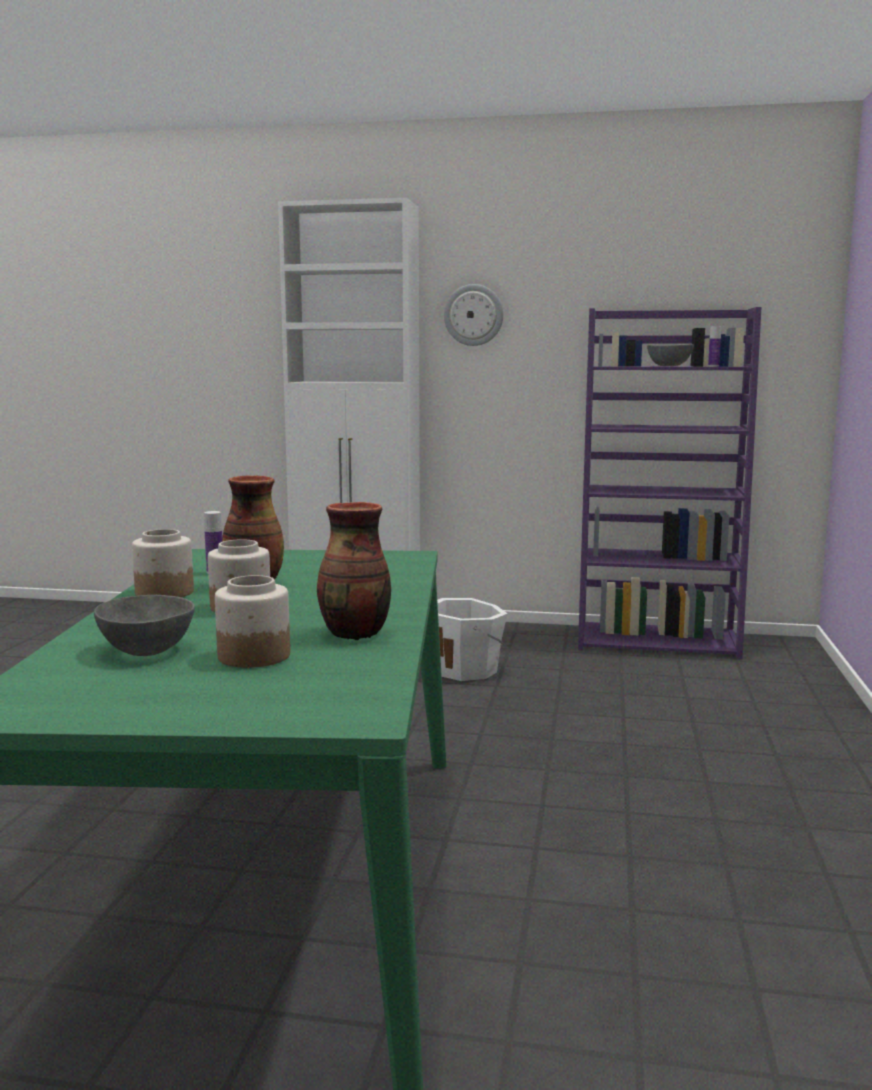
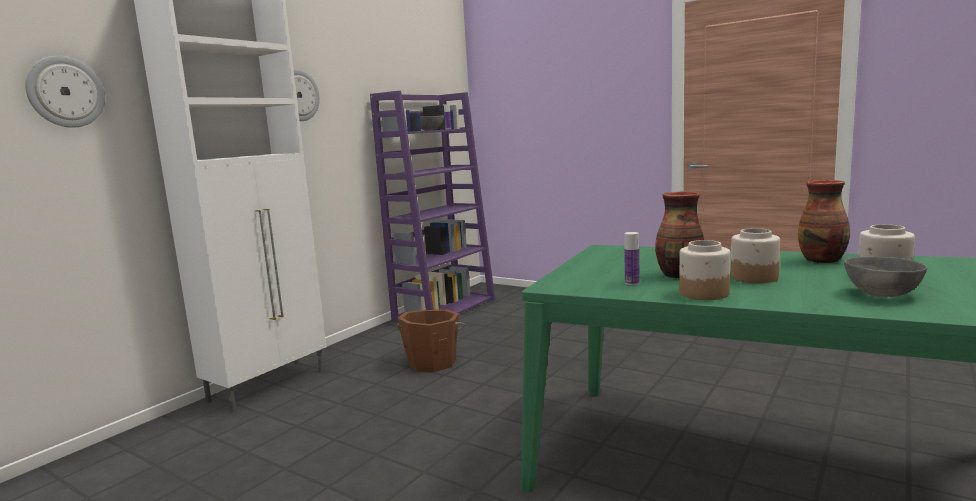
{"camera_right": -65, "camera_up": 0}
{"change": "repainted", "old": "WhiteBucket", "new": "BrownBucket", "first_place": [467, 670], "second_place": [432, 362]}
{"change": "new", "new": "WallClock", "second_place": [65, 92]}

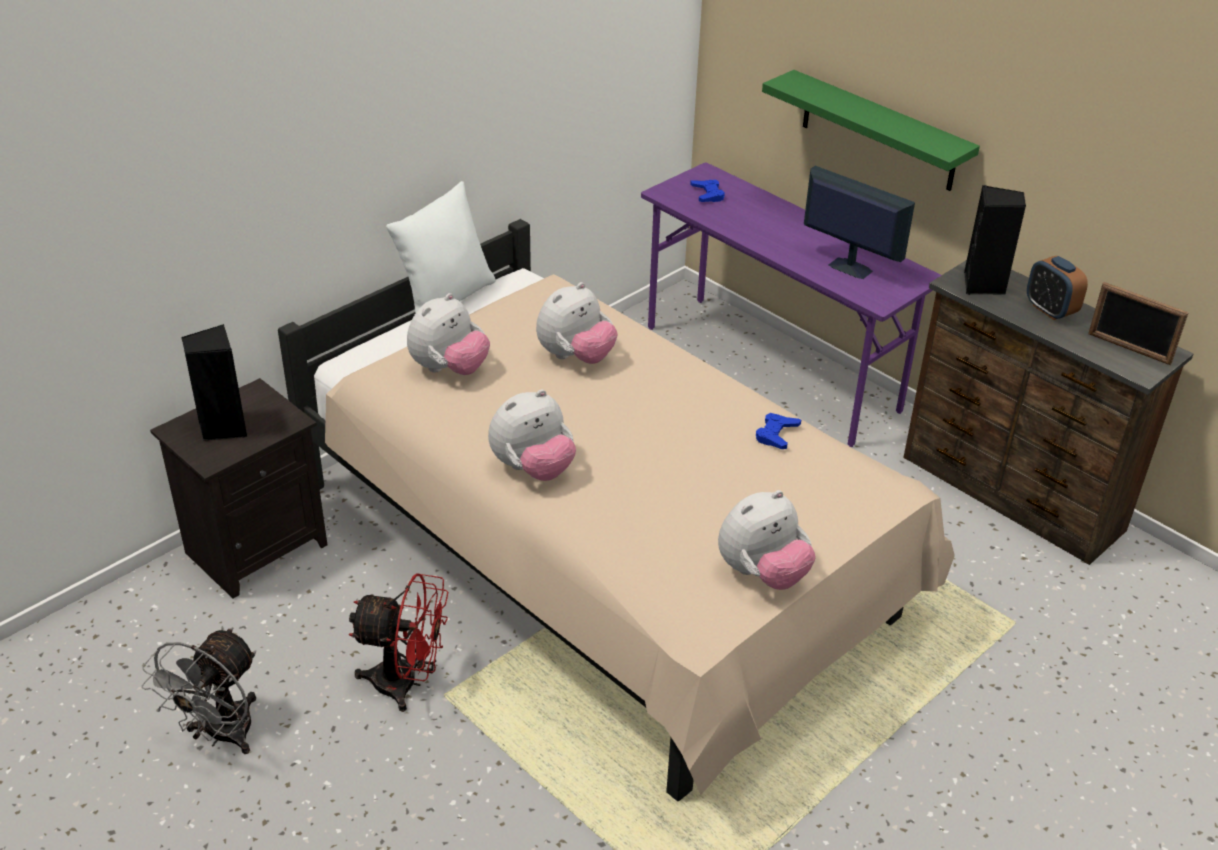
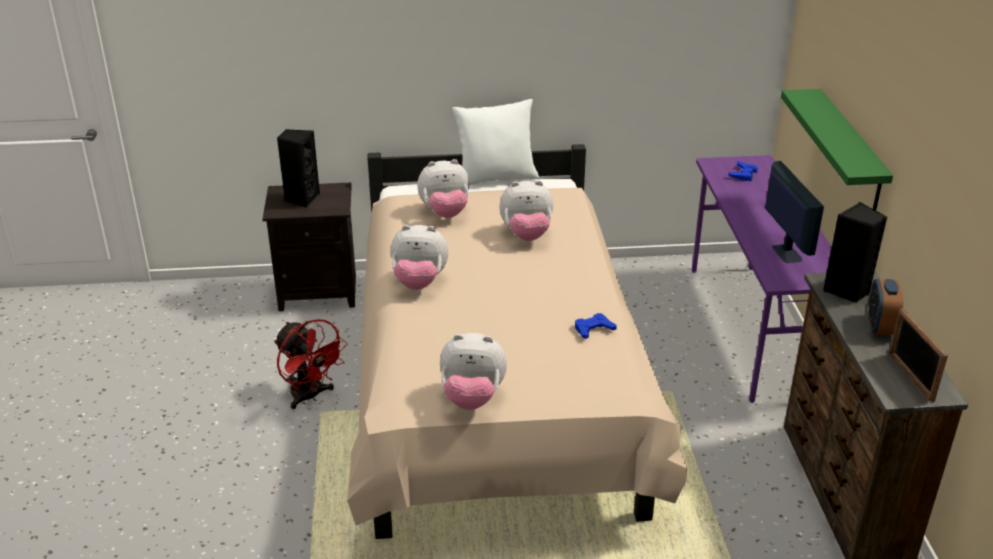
{"camera_right": 40, "camera_up": -5}
{"change": "gone", "old": "GreyFan", "first_place": [221, 736]}

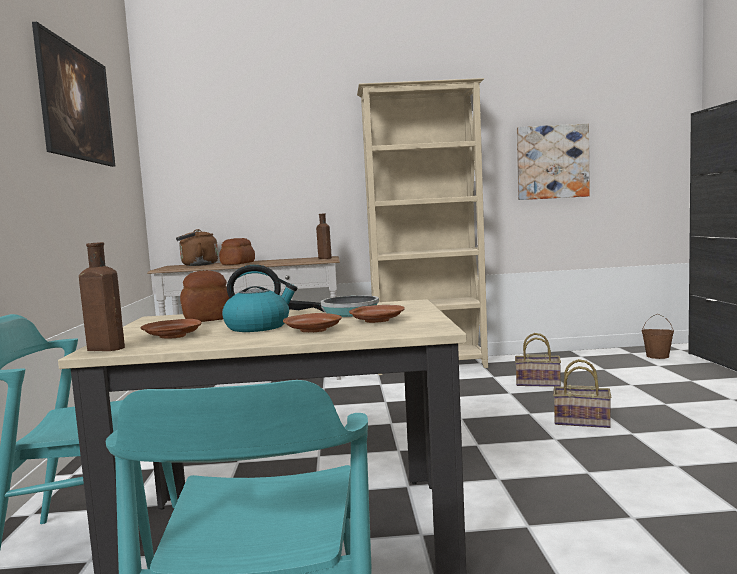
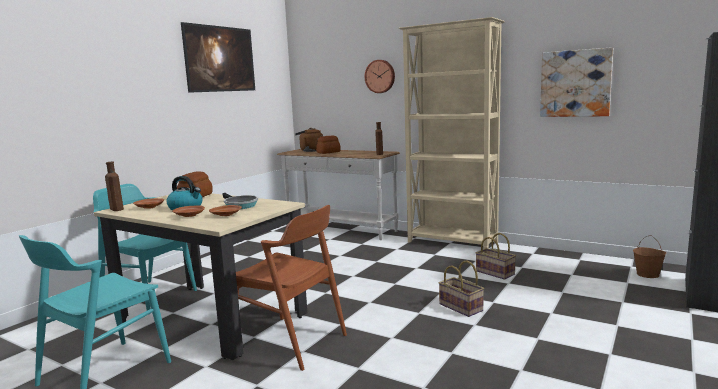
{"camera_right": 35, "camera_up": 5}
{"change": "new", "new": "WallClock", "second_place": [380, 76]}
{"change": "new", "new": "BrownChair", "second_place": [291, 342]}

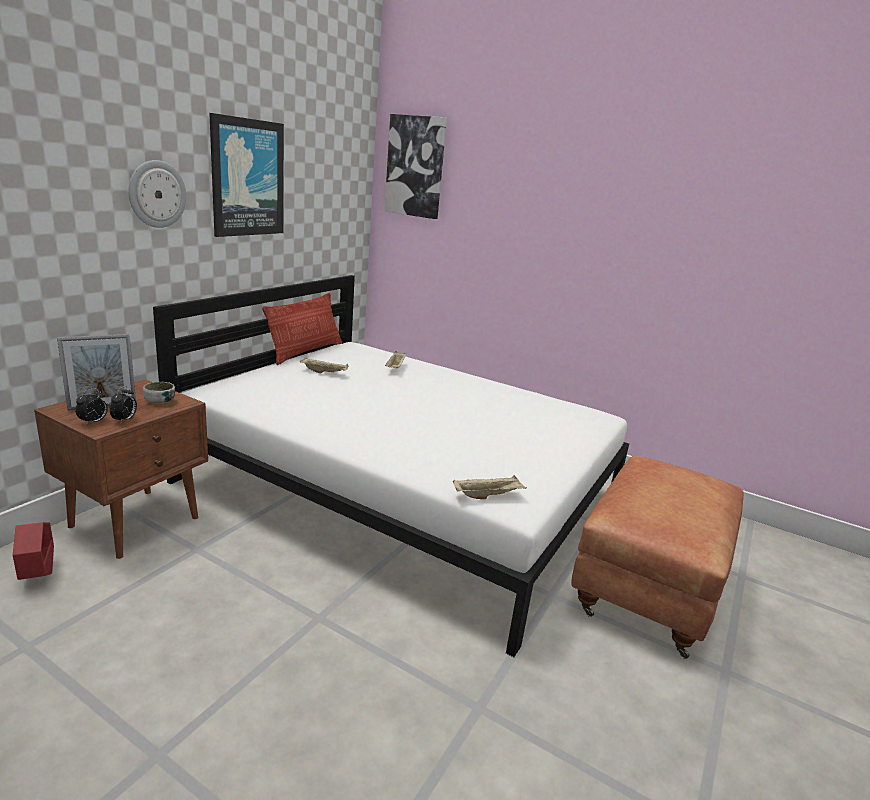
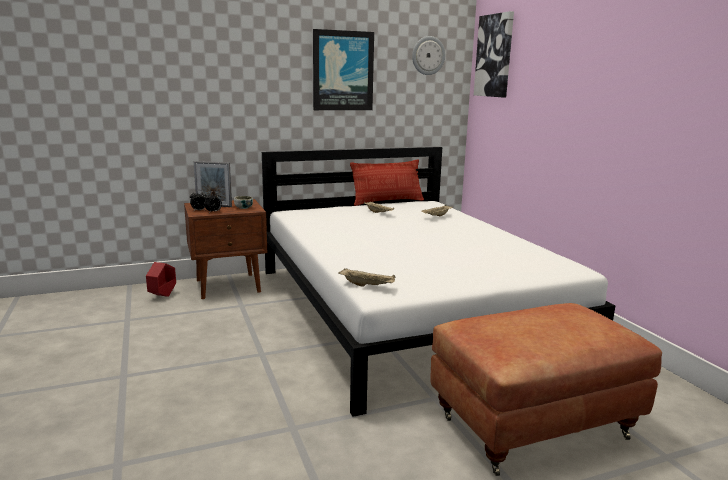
{"camera_right": 40, "camera_up": -5}
{"change": "shifted", "old": "WallClock", "first_place": [156, 194], "second_place": [428, 55]}

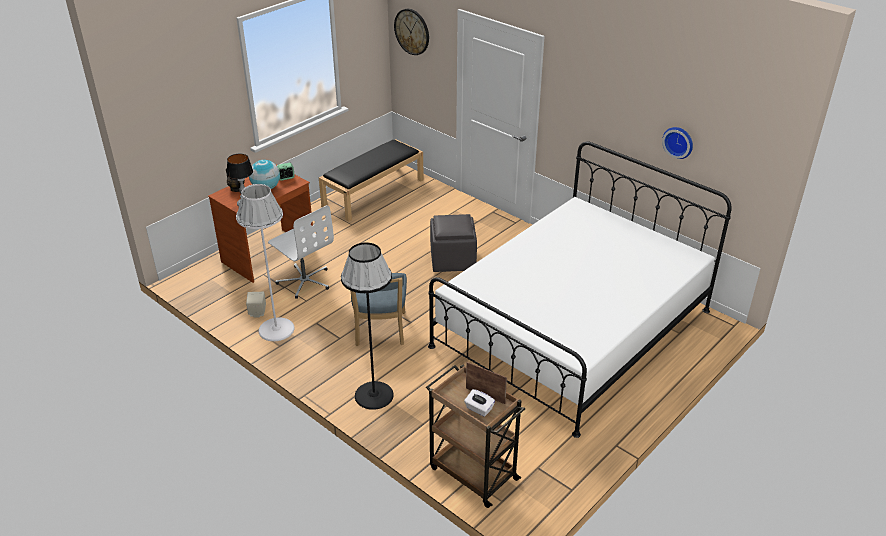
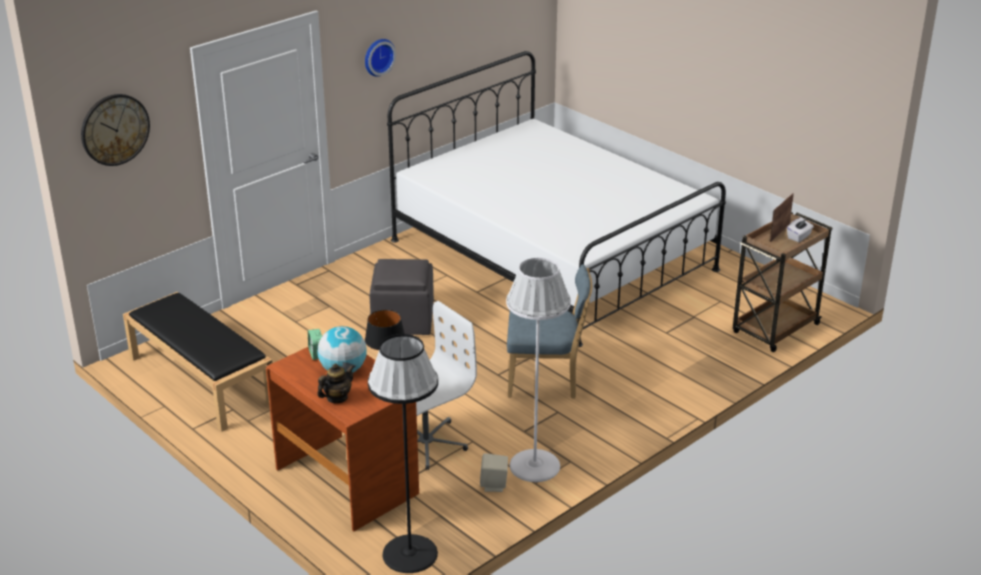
{"camera_right": -85, "camera_up": -5}
{"change": "shifted", "old": "WallClock", "first_place": [679, 142], "second_place": [378, 56]}
{"change": "shifted", "old": "BlackFloorLamp", "first_place": [374, 395], "second_place": [409, 554]}

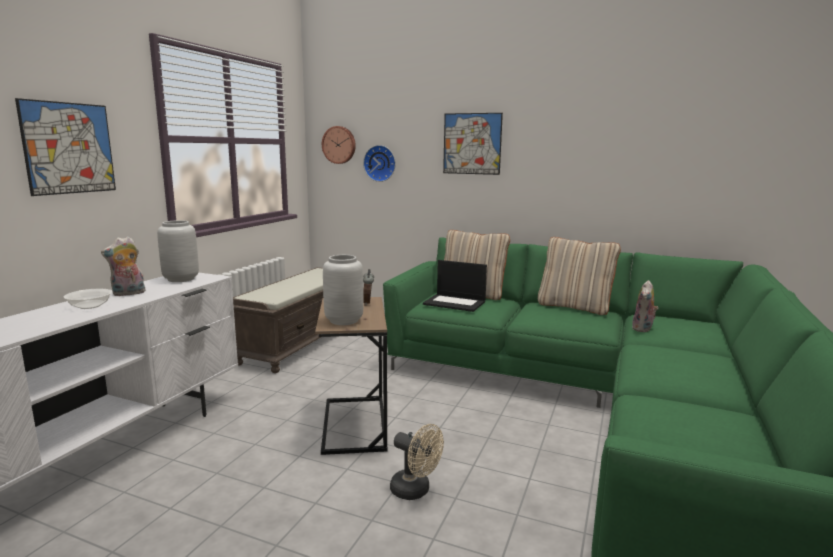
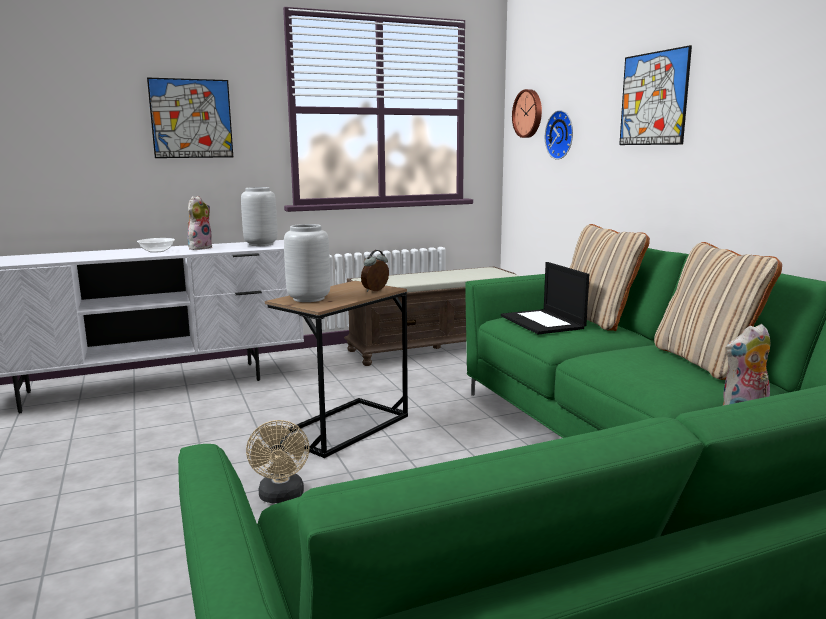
{"camera_right": 45, "camera_up": 0}
{"change": "rotated", "old": "PlushToy", "first_place": [128, 294], "second_place": [200, 248], "degrees": 105}

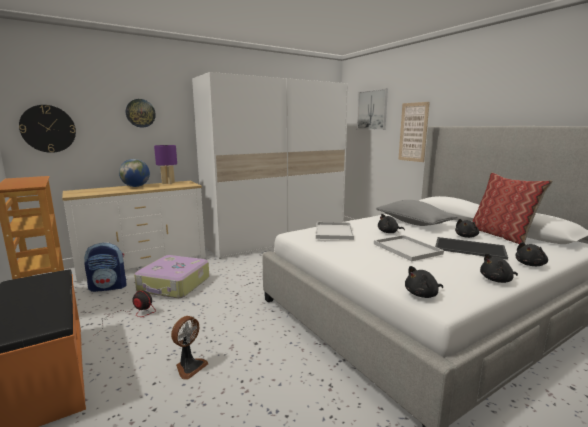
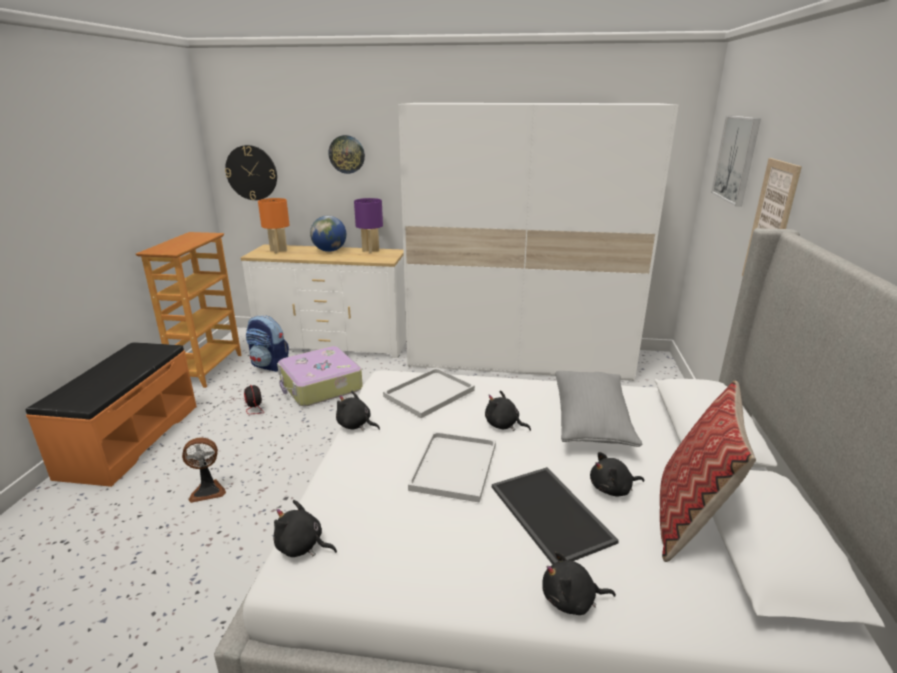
{"camera_right": 40, "camera_up": 10}
{"change": "shifted", "old": "BlackPlushToy", "first_place": [497, 280], "second_place": [355, 425]}
{"change": "new", "new": "OrangeTableLamp", "second_place": [278, 250]}

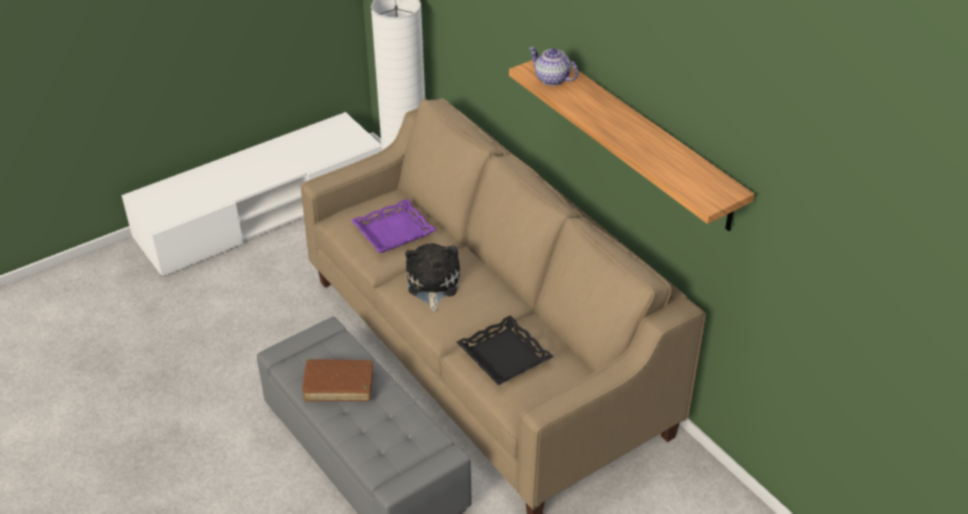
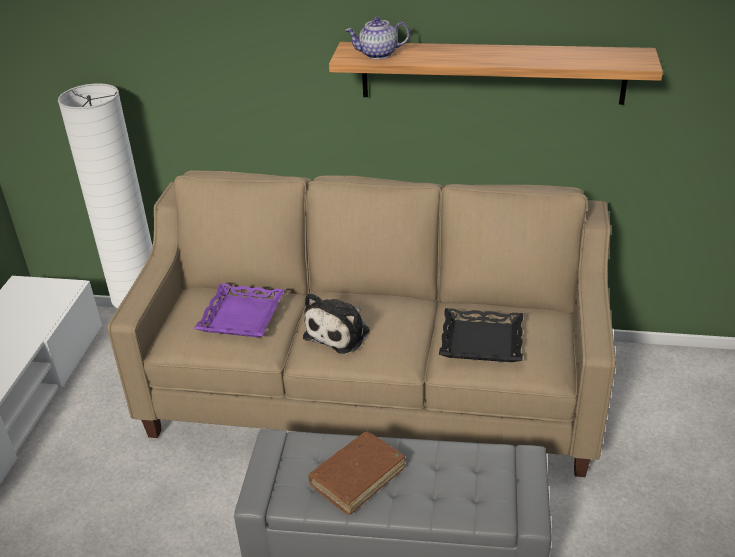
{"camera_right": -45, "camera_up": -5}
{"change": "rotated", "old": "PlushToy", "first_place": [432, 284], "second_place": [340, 332], "degrees": -105}

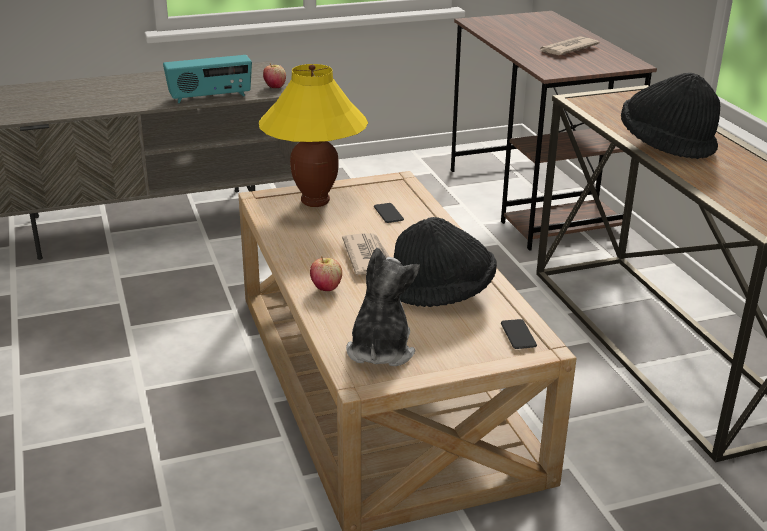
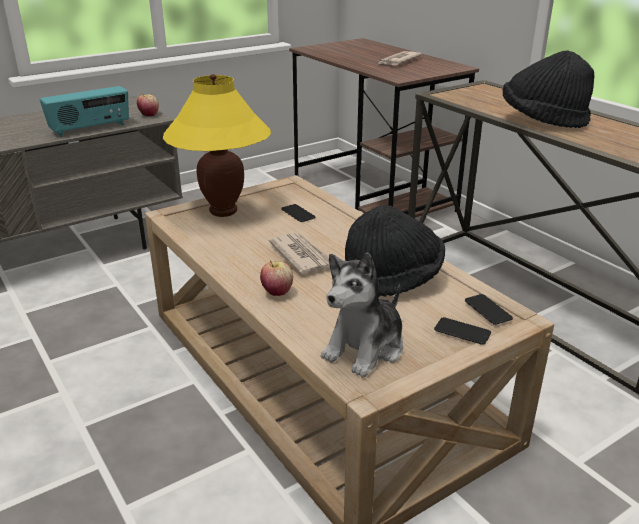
{"camera_right": -15, "camera_up": 0}
{"change": "rotated", "old": "PlushToy", "first_place": [380, 350], "second_place": [365, 348], "degrees": -135}
{"change": "new", "new": "Phone", "second_place": [462, 332]}

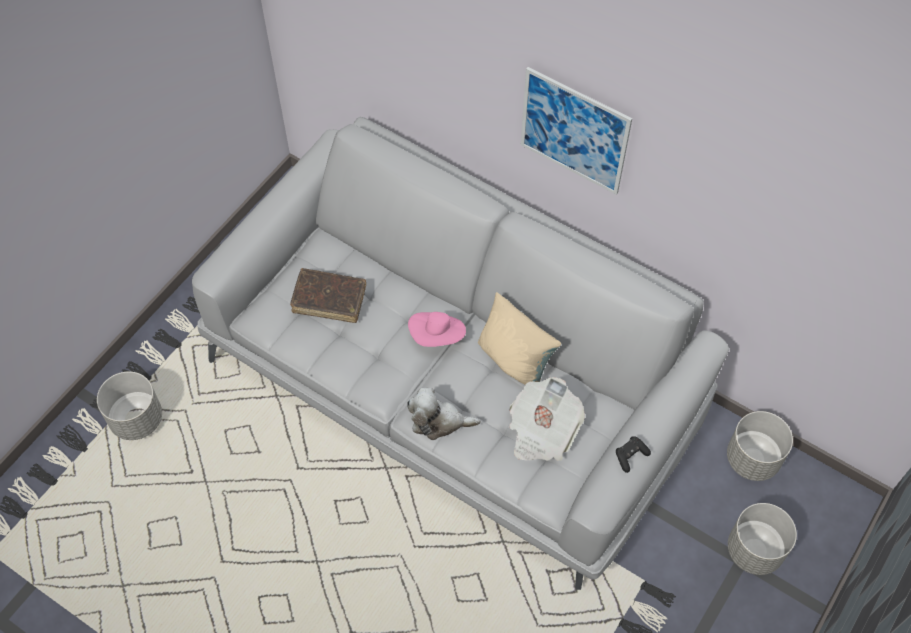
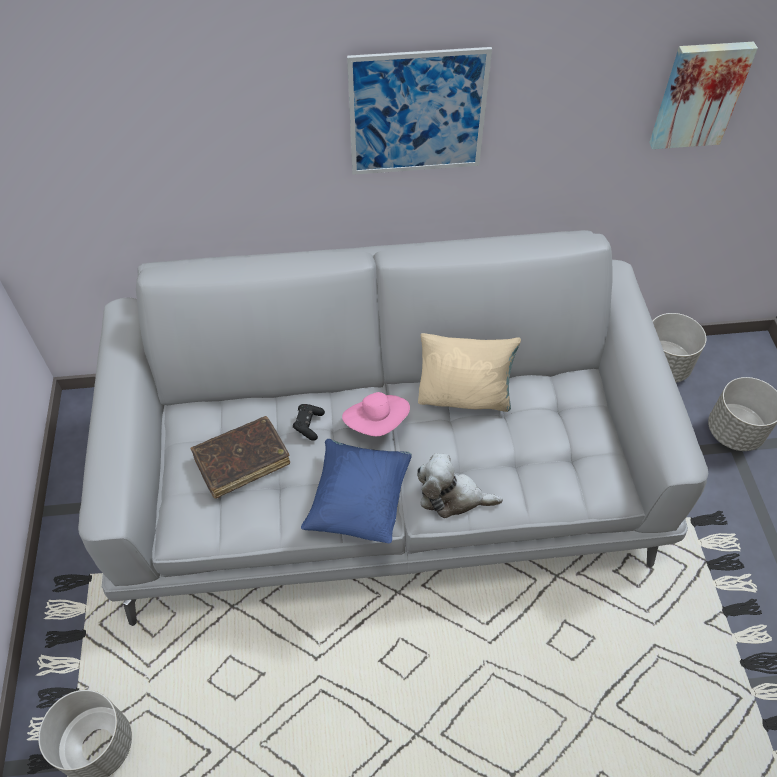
{"camera_right": -40, "camera_up": -5}
{"change": "gone", "old": "Newspaper", "first_place": [542, 431]}
{"change": "rotated", "old": "PlushToy", "first_place": [439, 421], "second_place": [452, 496], "degrees": 45}
{"change": "shifted", "old": "BlackGameController", "first_place": [630, 456], "second_place": [308, 425]}
{"change": "new", "new": "Picture", "second_place": [698, 94]}
{"change": "new", "new": "BluePillow", "second_place": [359, 501]}

